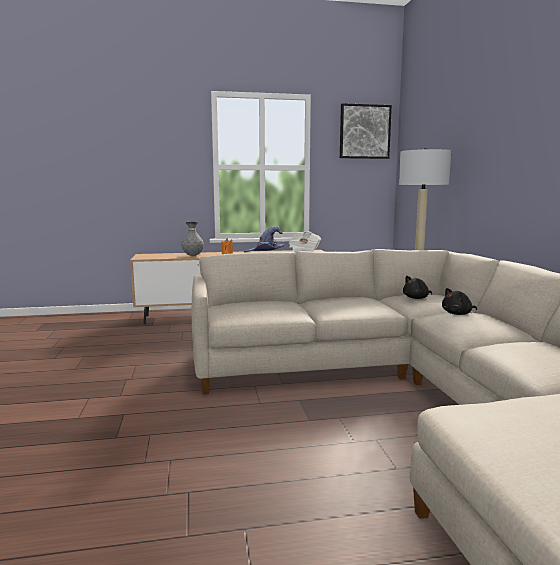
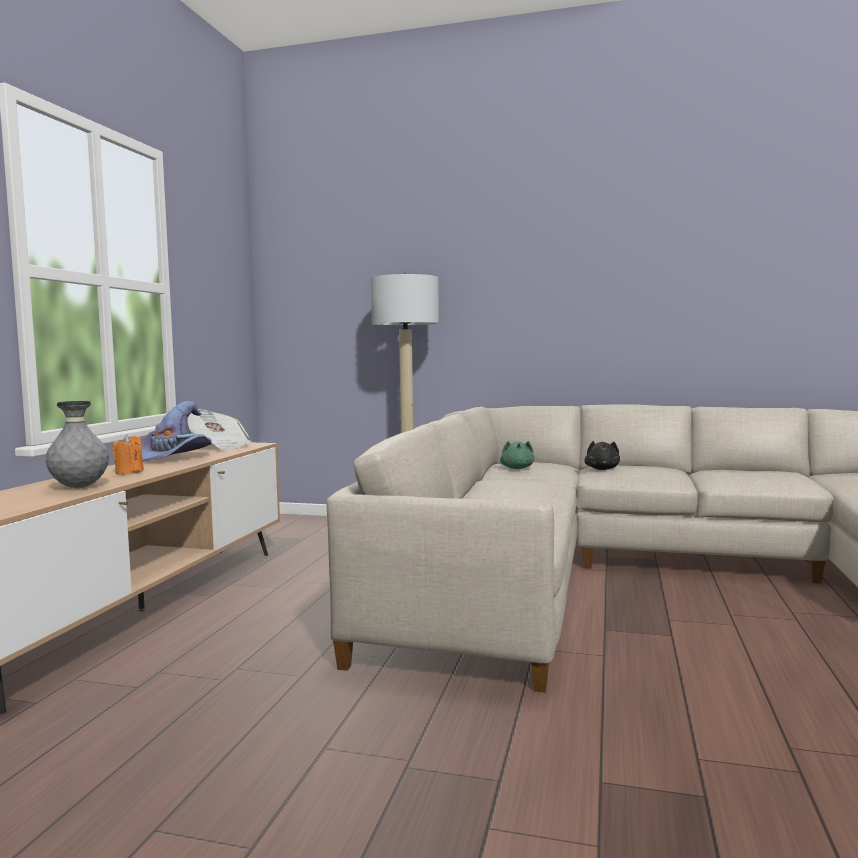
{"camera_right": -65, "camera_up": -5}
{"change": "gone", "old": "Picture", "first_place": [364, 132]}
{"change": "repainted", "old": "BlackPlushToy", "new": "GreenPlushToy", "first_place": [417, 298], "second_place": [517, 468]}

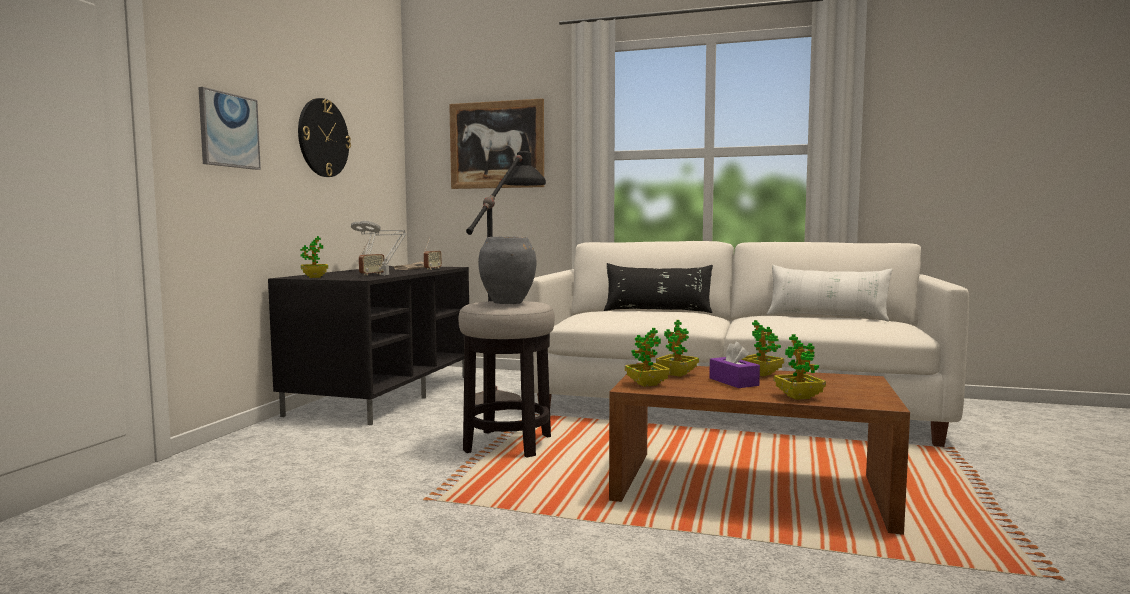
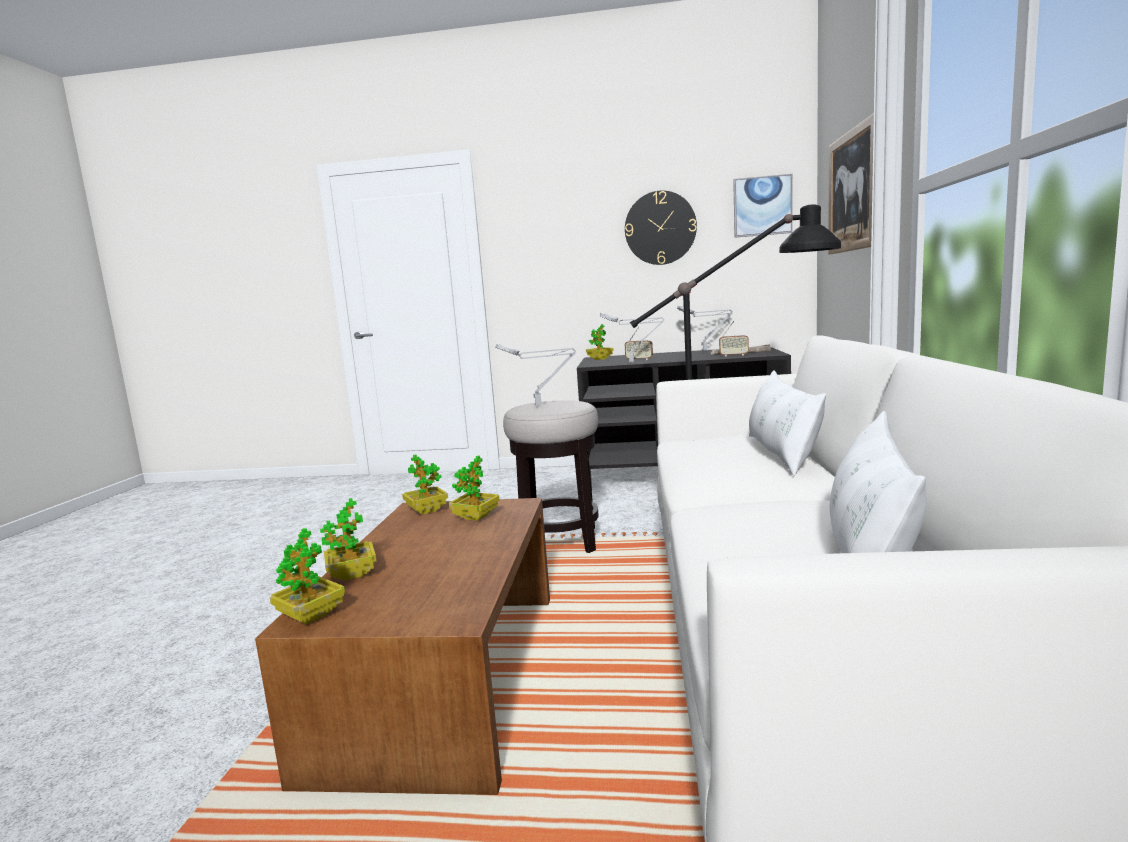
{"camera_right": 80, "camera_up": 5}
{"change": "shifted", "old": "Picture", "first_place": [229, 130], "second_place": [762, 206]}
{"change": "swapped", "old": "GreyVase", "new": "GreyTableLamp", "first_place": [508, 303], "second_place": [540, 405]}
{"change": "repainted", "old": "BlackPillow", "new": "WhitePillow", "first_place": [657, 311], "second_place": [781, 453]}
{"change": "shifted", "old": "PottedPlant", "first_place": [761, 374], "second_place": [311, 616]}
{"change": "gone", "old": "PurpleTissueBox", "first_place": [733, 382]}

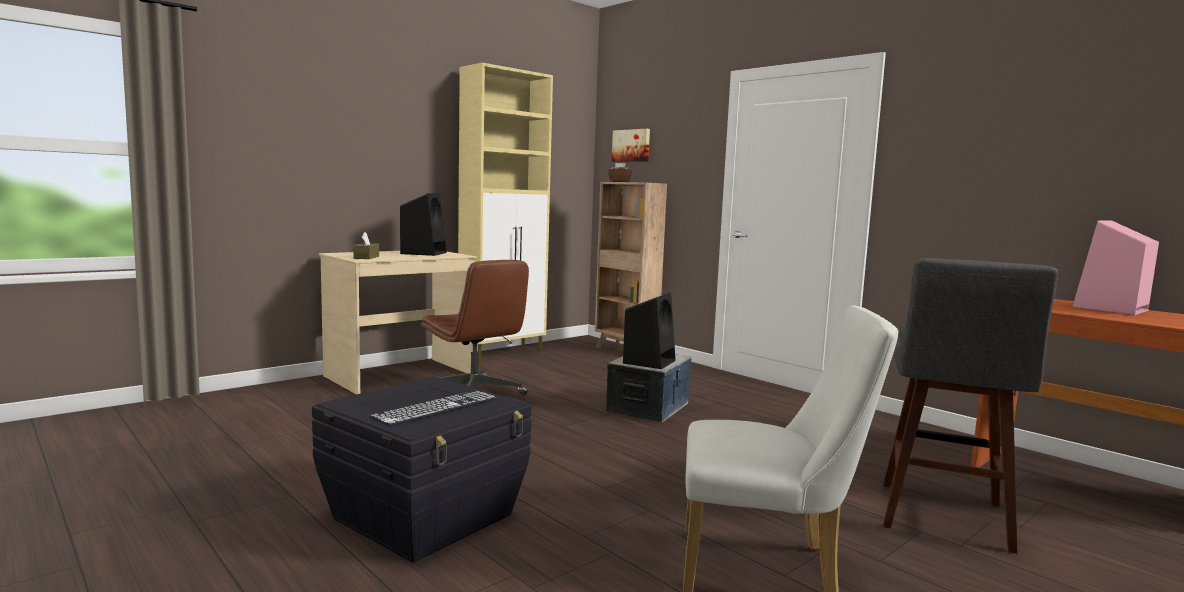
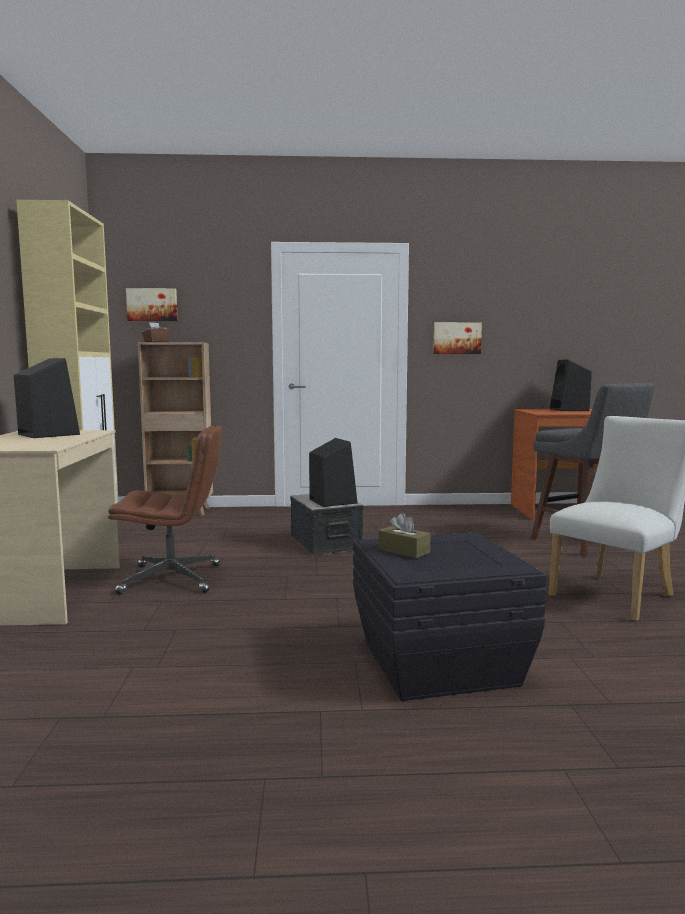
{"camera_right": -50, "camera_up": 0}
{"change": "repainted", "old": "PinkSpeaker", "new": "BlackSpeaker", "first_place": [1110, 309], "second_place": [569, 410]}
{"change": "shifted", "old": "BrownTissueBox", "first_place": [366, 257], "second_place": [404, 551]}
{"change": "gone", "old": "Keyboard", "first_place": [436, 407]}
{"change": "new", "new": "Picture", "second_place": [457, 338]}

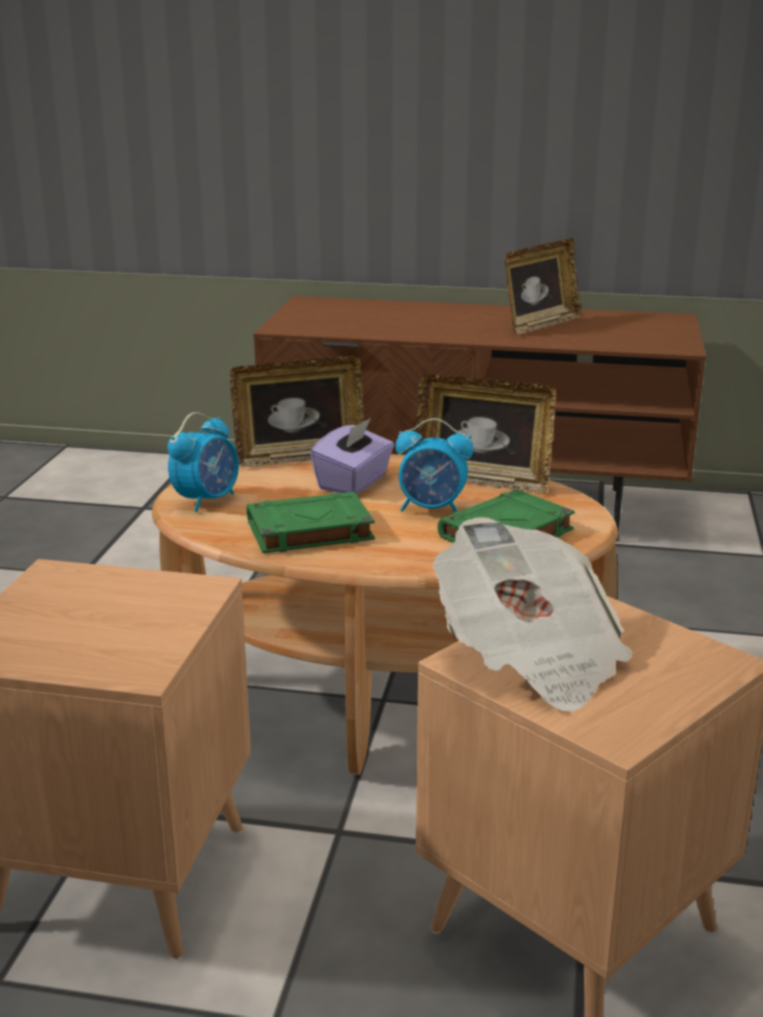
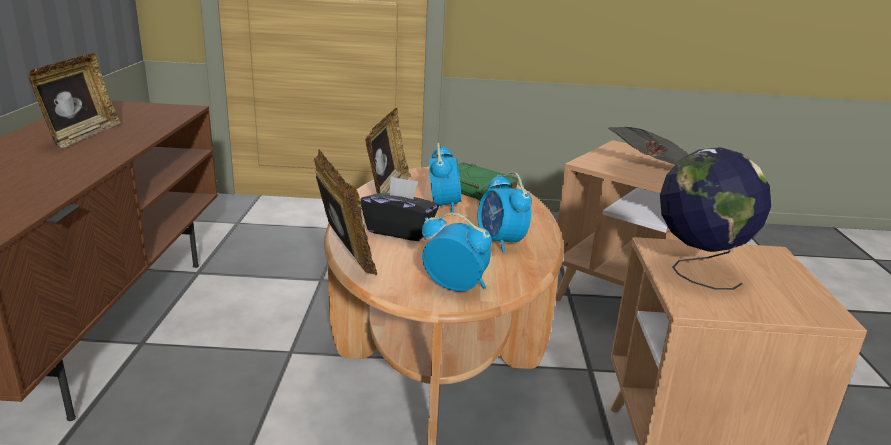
{"camera_right": -100, "camera_up": 0}
{"change": "rotated", "old": "PictureFrame", "first_place": [540, 325], "second_place": [81, 136], "degrees": 60}
{"change": "repainted", "old": "PurpleTissueBox", "new": "BlackTissueBox", "first_place": [354, 482], "second_place": [400, 231]}
{"change": "swapped", "old": "GreenBook", "new": "AlarmClock", "first_place": [308, 531], "second_place": [500, 242]}
{"change": "new", "new": "Globe", "second_place": [697, 270]}

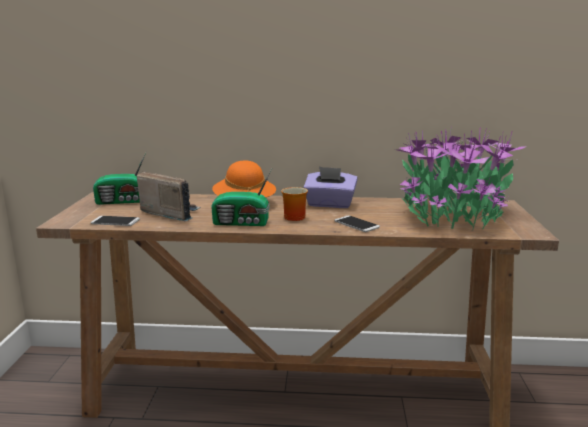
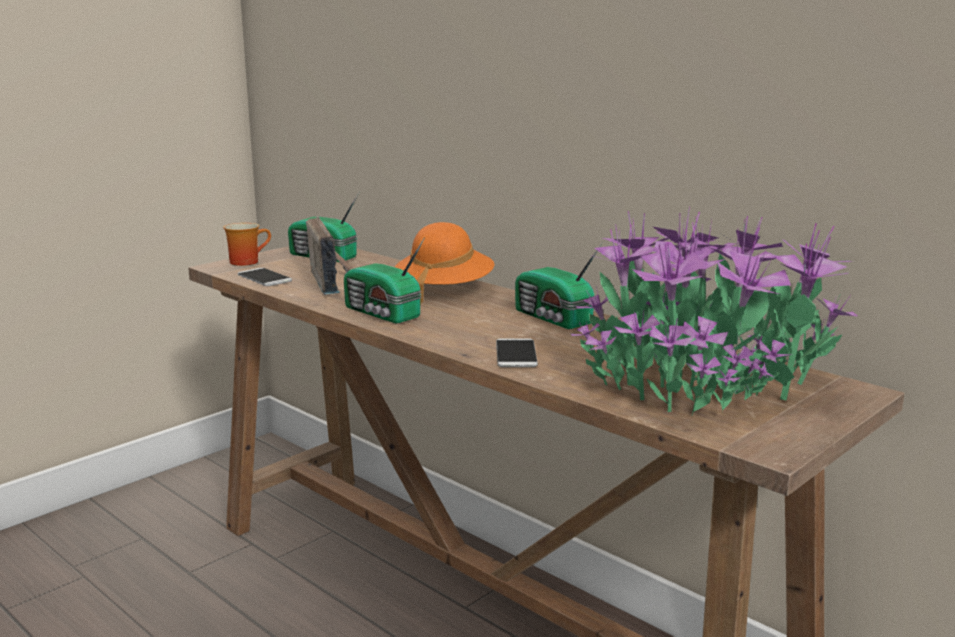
{"camera_right": 40, "camera_up": 0}
{"change": "swapped", "old": "PurpleTissueBox", "new": "Radio", "first_place": [330, 204], "second_place": [553, 318]}
{"change": "shifted", "old": "Mug", "first_place": [293, 216], "second_place": [246, 261]}

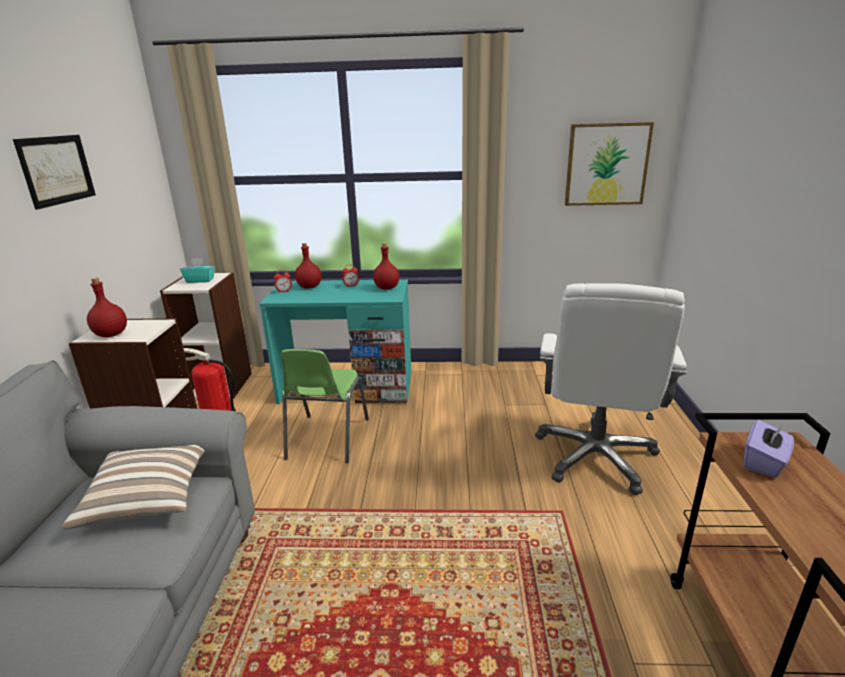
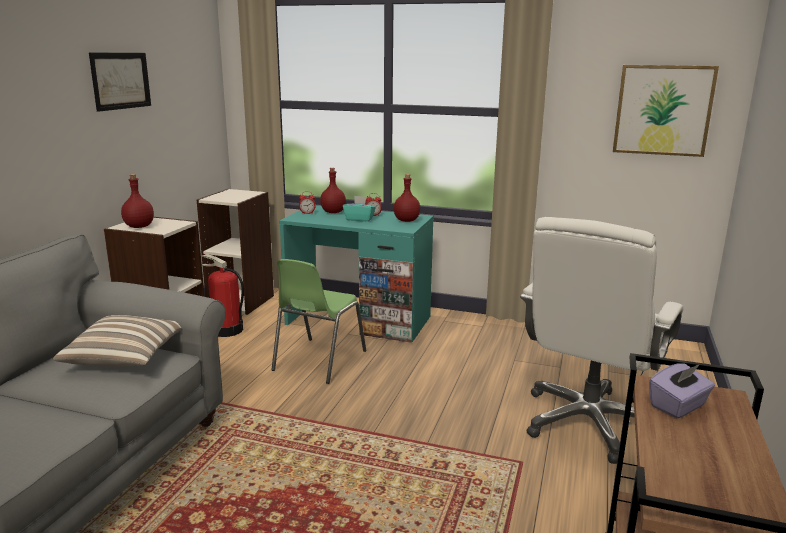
{"camera_right": 15, "camera_up": -5}
{"change": "shifted", "old": "TurquoiseTissueBox", "first_place": [200, 280], "second_place": [359, 219]}

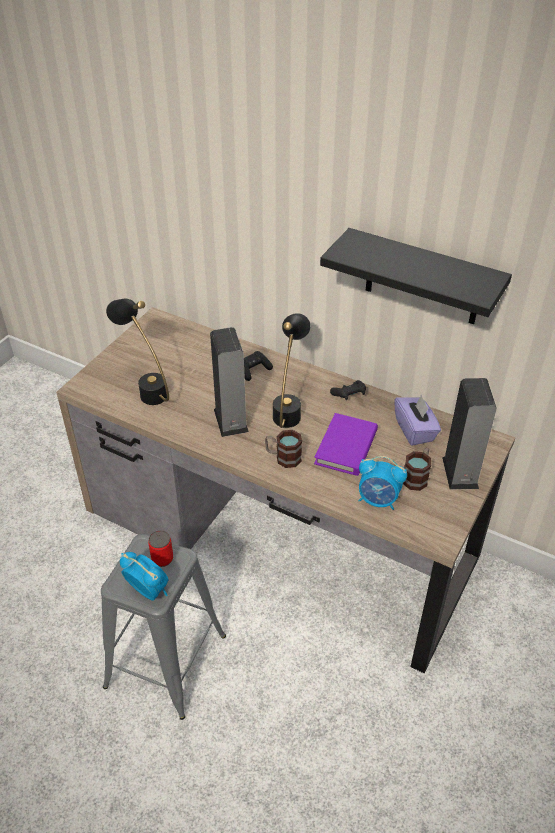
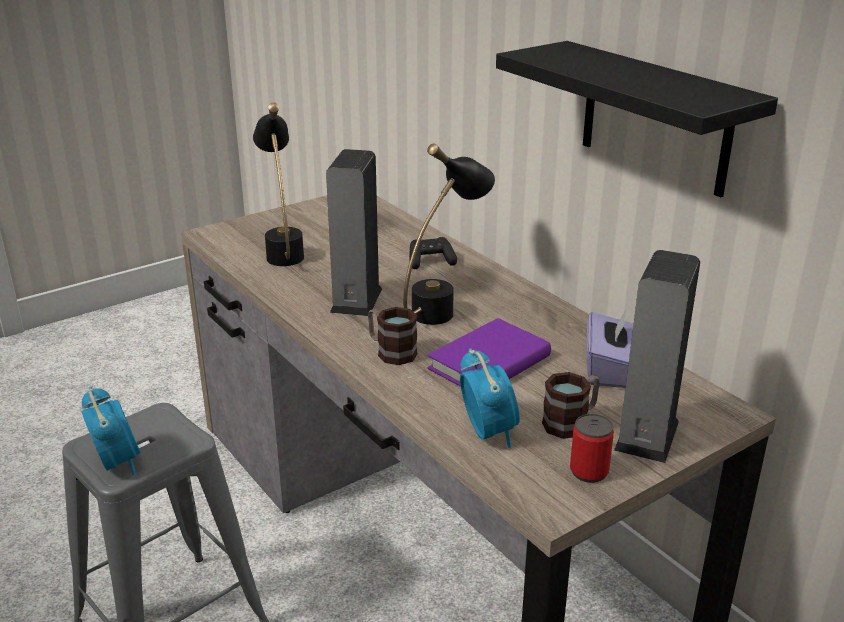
{"camera_right": 25, "camera_up": -15}
{"change": "gone", "old": "BlackGameController", "first_place": [349, 395]}
{"change": "rotated", "old": "AlarmClock", "first_place": [378, 500], "second_place": [488, 432], "degrees": -150}
{"change": "shifted", "old": "Can", "first_place": [162, 559], "second_place": [589, 471]}

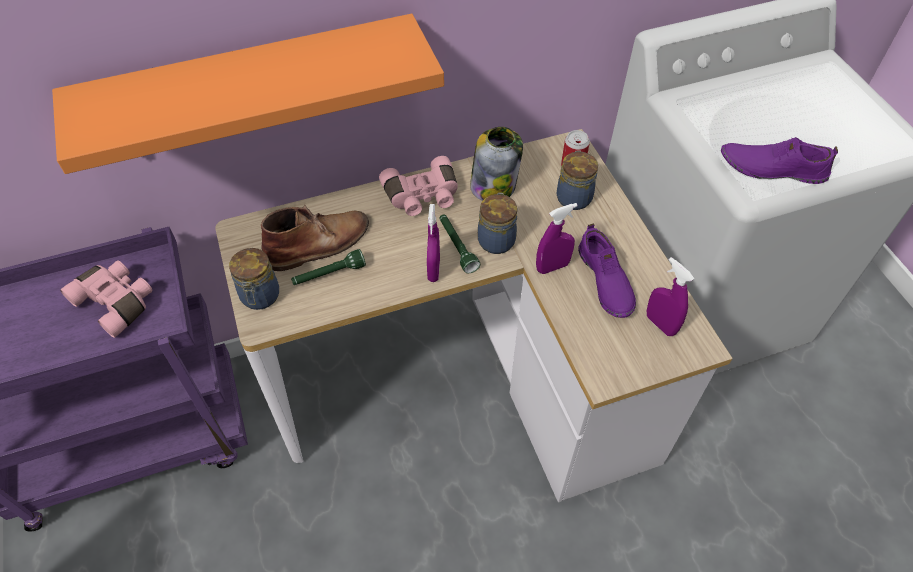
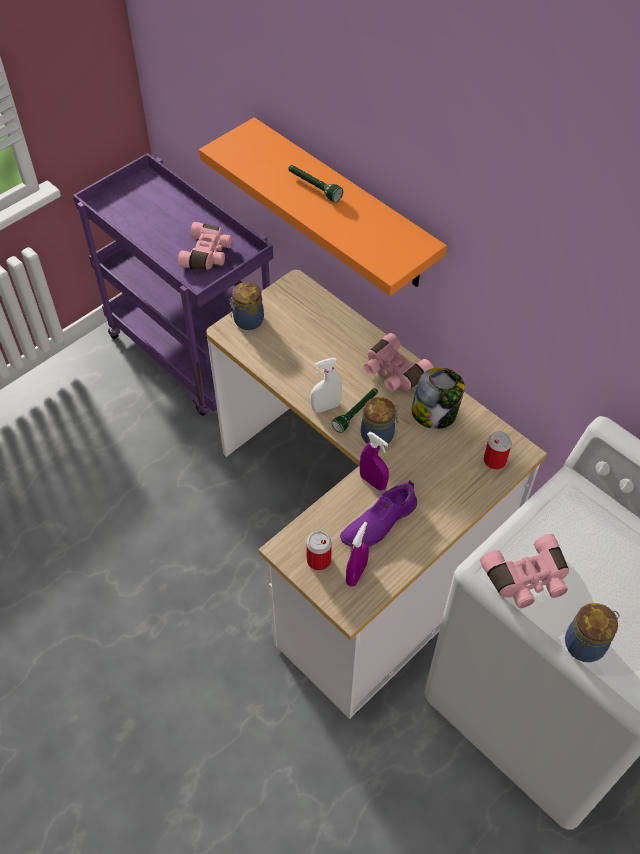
{"camera_right": 65, "camera_up": 0}
{"change": "swapped", "old": "PurpleShoe", "new": "PinkBinoculars", "first_place": [772, 168], "second_place": [527, 580]}
{"change": "shifted", "old": "Jar", "first_place": [573, 197], "second_place": [586, 644]}
{"change": "repainted", "old": "PurpleSprayBottle", "new": "WhiteSprayBottle", "first_place": [433, 270], "second_place": [326, 407]}
{"change": "gone", "old": "BrownBoot", "first_place": [318, 244]}
{"change": "shifted", "old": "GreenFlashlight", "first_place": [329, 275], "second_place": [314, 187]}
{"change": "new", "new": "Can", "second_place": [318, 560]}

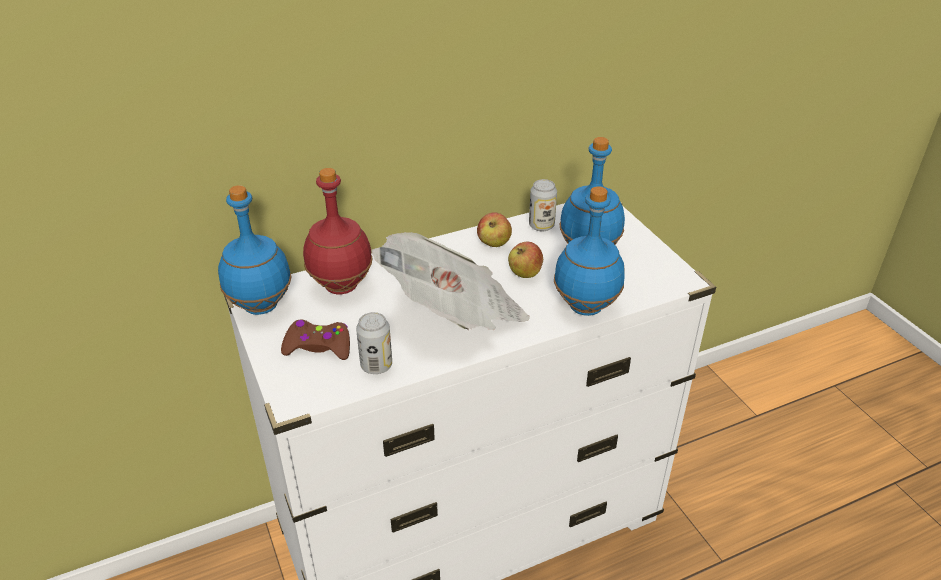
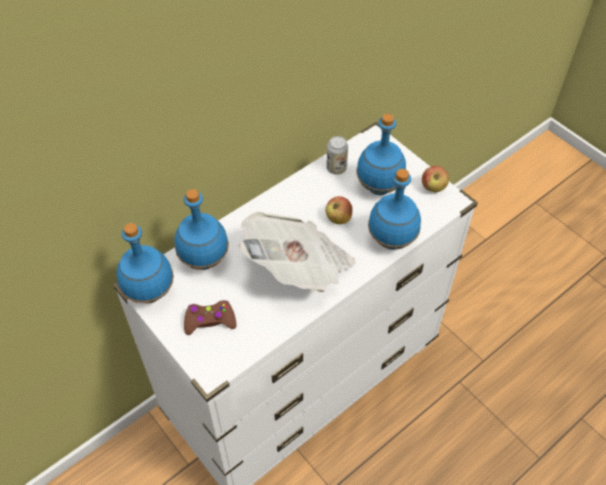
{"camera_right": -15, "camera_up": 15}
{"change": "repainted", "old": "RedBottle", "new": "BlueBottle", "first_place": [340, 286], "second_place": [203, 260]}
{"change": "shifted", "old": "Apple", "first_place": [494, 243], "second_place": [433, 187]}
{"change": "gone", "old": "Can", "first_place": [376, 365]}

